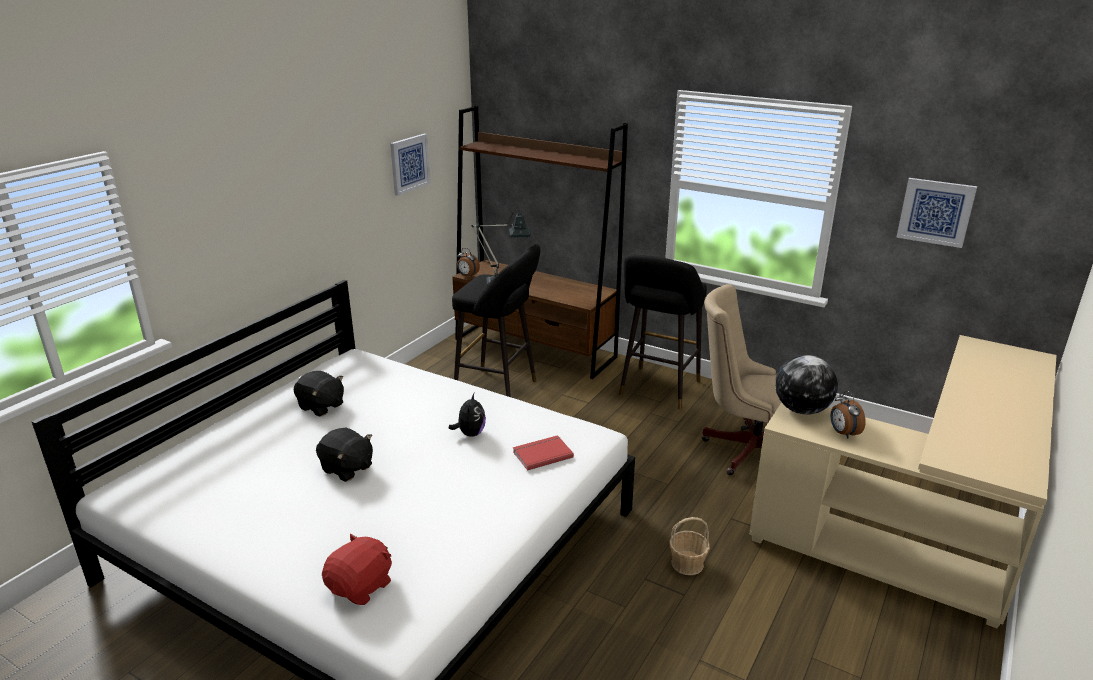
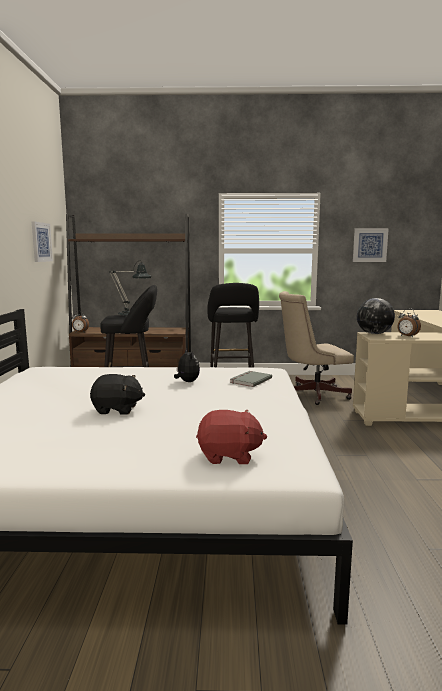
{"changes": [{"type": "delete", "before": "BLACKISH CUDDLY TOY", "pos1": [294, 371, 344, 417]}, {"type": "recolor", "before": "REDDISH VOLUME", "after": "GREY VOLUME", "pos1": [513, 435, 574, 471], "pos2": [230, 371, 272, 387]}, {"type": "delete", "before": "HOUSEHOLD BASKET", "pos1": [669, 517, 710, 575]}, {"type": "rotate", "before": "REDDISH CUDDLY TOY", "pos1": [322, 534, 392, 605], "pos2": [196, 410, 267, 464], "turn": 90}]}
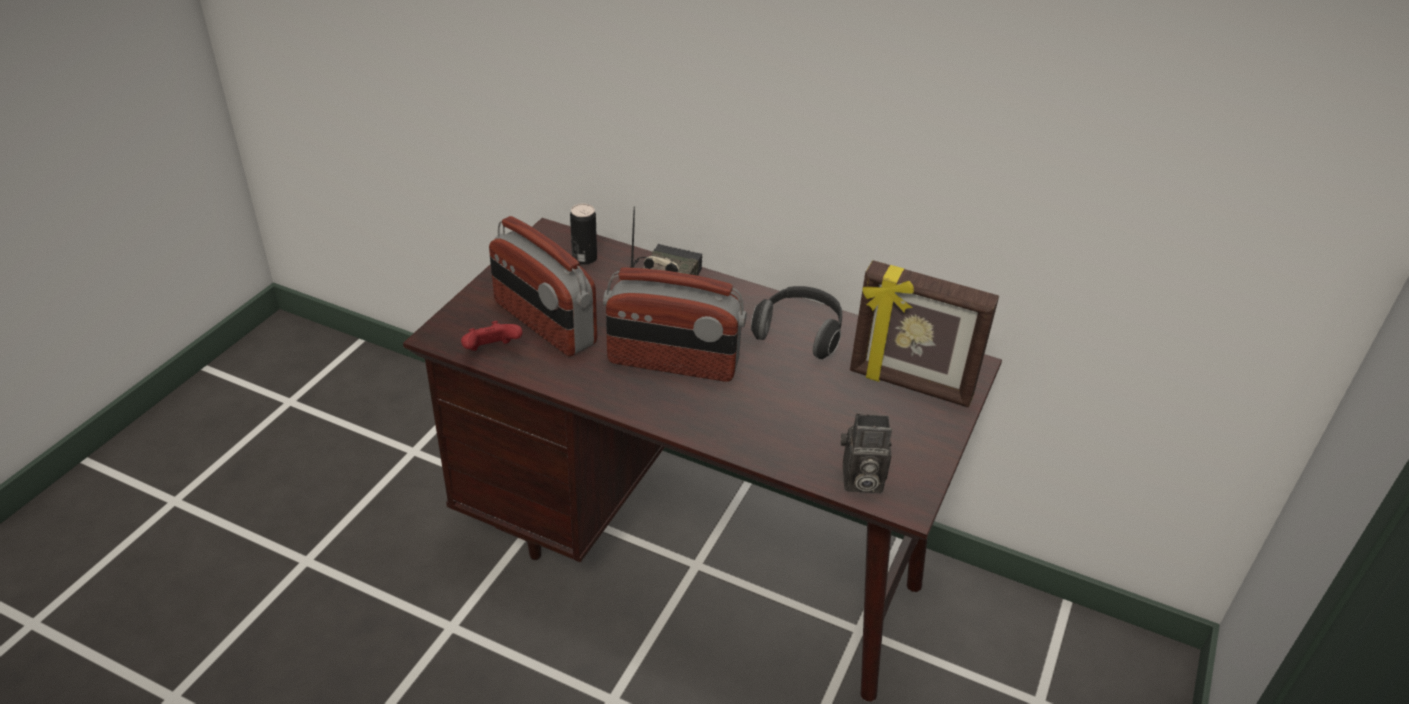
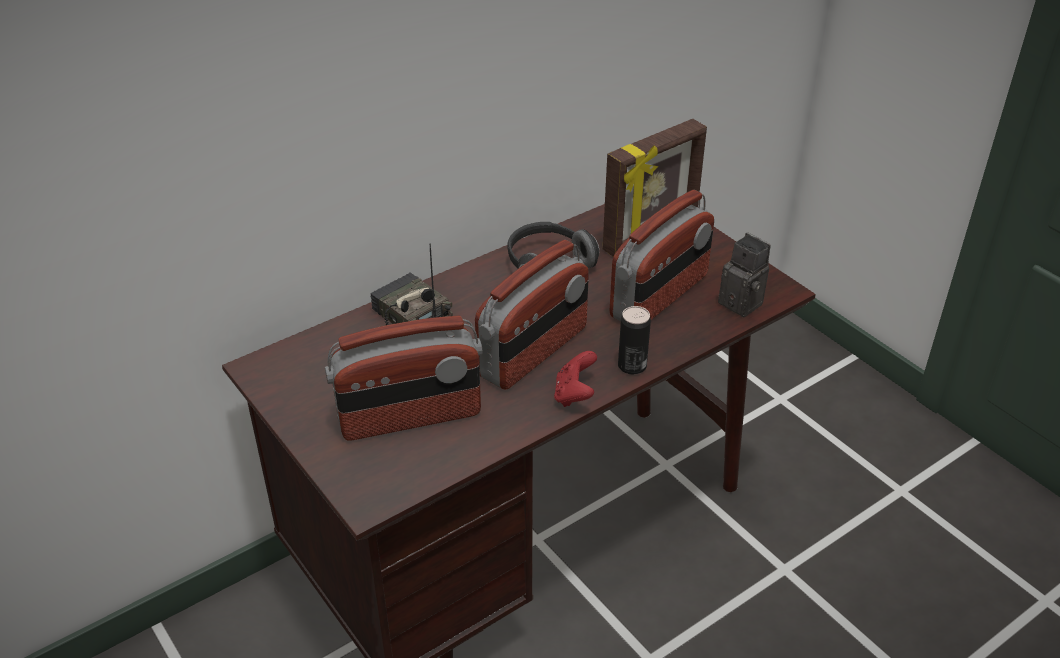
{"changes": [{"type": "move", "before": "METAL CAN", "pos1": [570, 203, 597, 265], "pos2": [618, 306, 651, 375]}, {"type": "move", "before": "REDDISH JOYPAD", "pos1": [461, 321, 523, 351], "pos2": [554, 351, 597, 407]}, {"type": "rotate", "before": "PHOTO CAMERA", "pos1": [841, 414, 892, 493], "pos2": [718, 232, 771, 317], "turn": -75}, {"type": "insert", "after": "RADIO RECEIVER", "pos2": [610, 190, 714, 322]}]}
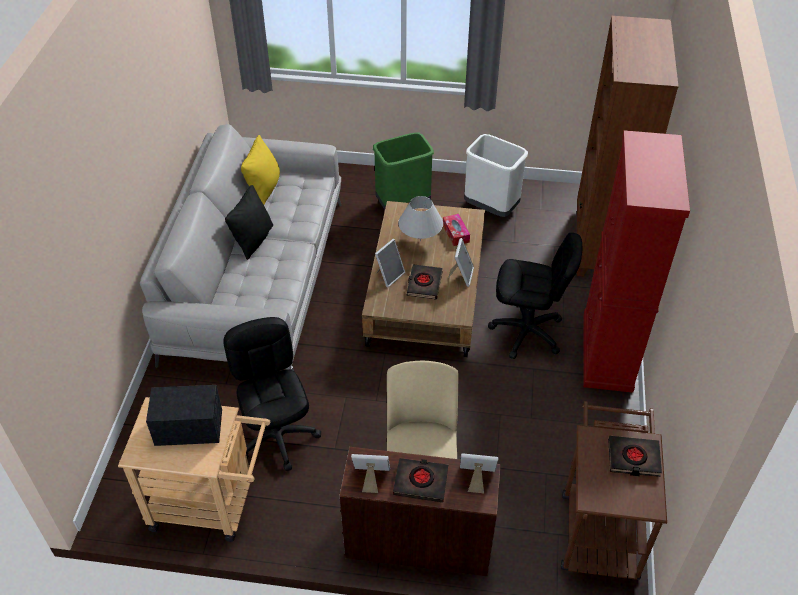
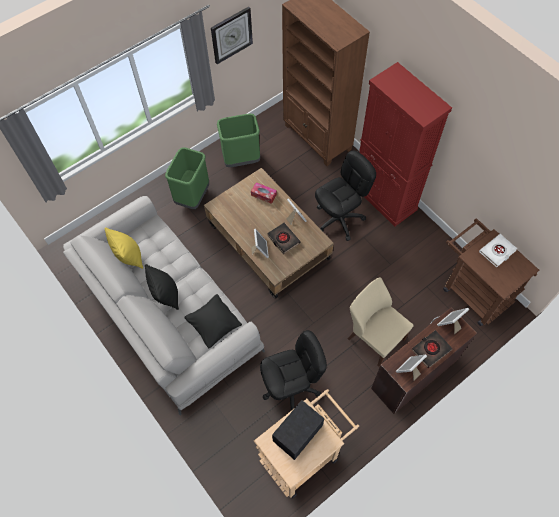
{"changes": [{"type": "recolor", "before": "WHITISH RUBBISH BIN", "after": "GREEN RUBBISH BIN", "pos1": [464, 134, 528, 217], "pos2": [217, 114, 260, 167]}, {"type": "delete", "before": "WHITISH TABLETOP LAMP", "pos1": [398, 196, 443, 241]}, {"type": "rotate", "before": "BLACKISH COMPUTER CHAIR", "pos1": [223, 317, 321, 471], "pos2": [260, 330, 327, 411], "turn": 135}, {"type": "recolor", "before": "BLACKISH VOLUME", "after": "WHITISH VOLUME", "pos1": [608, 436, 662, 477], "pos2": [479, 234, 517, 267]}, {"type": "insert", "after": "WALL CLOCK", "pos2": [211, 7, 253, 64]}, {"type": "insert", "after": "BLACKISH THROW PILLOW", "pos2": [184, 294, 242, 348]}]}
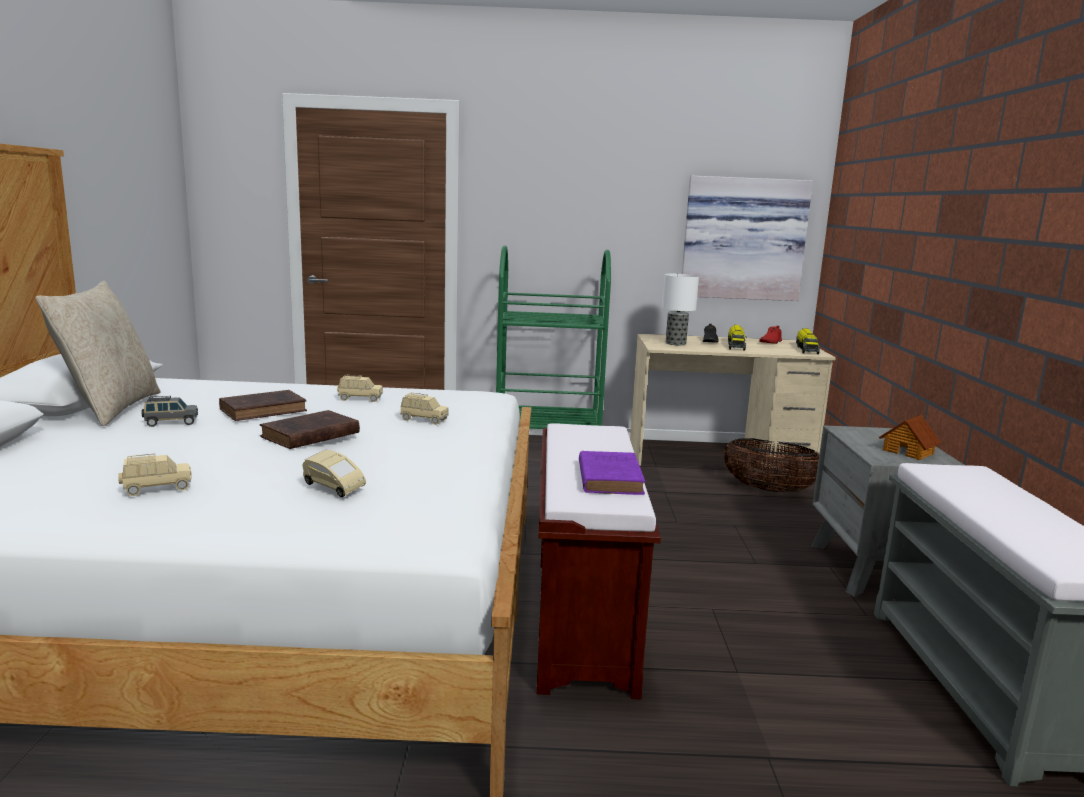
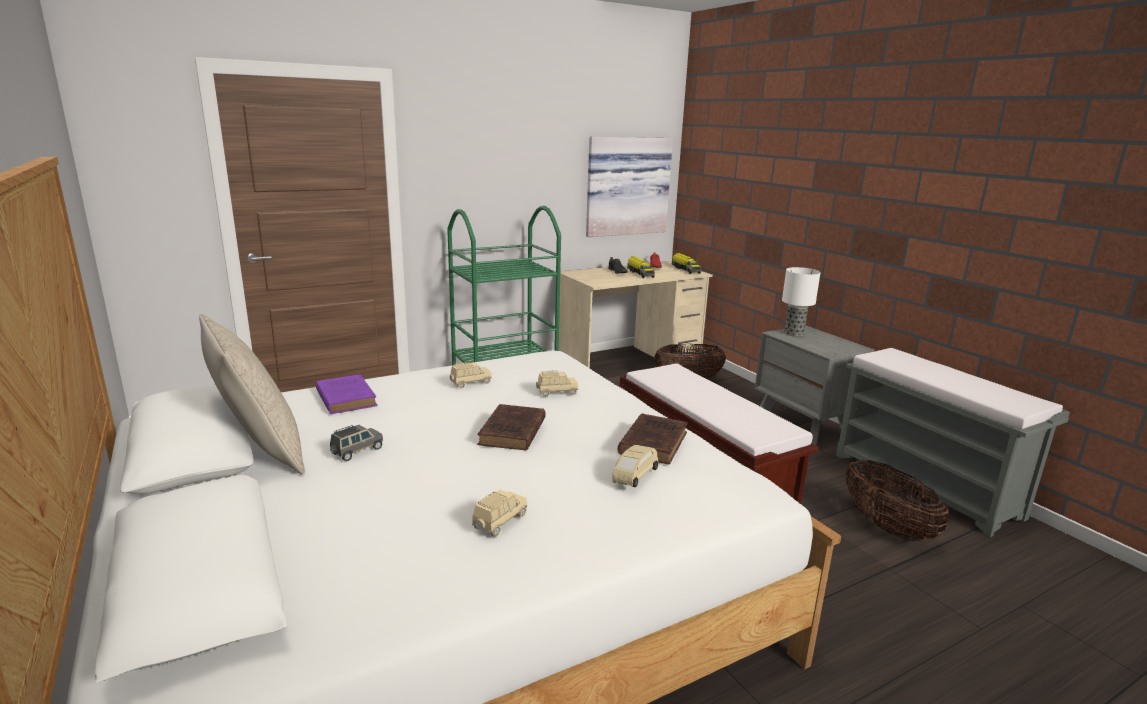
{"changes": [{"type": "move", "before": "TABLETOP LAMP", "pos1": [662, 274, 699, 345], "pos2": [782, 267, 821, 337]}, {"type": "move", "before": "BROWNISH VOLUME", "pos1": [219, 390, 307, 421], "pos2": [618, 413, 688, 464]}, {"type": "delete", "before": "MINIATURE HOUSE", "pos1": [879, 415, 941, 460]}, {"type": "rotate", "before": "SAND-COLOURED MODEL CAR", "pos1": [303, 450, 366, 497], "pos2": [612, 445, 658, 487], "turn": 120}, {"type": "move", "before": "PURPLE-COLOURED VOLUME", "pos1": [579, 451, 645, 495], "pos2": [316, 374, 377, 414]}, {"type": "insert", "after": "HOUSEHOLD BASKET", "pos2": [845, 460, 949, 541]}]}
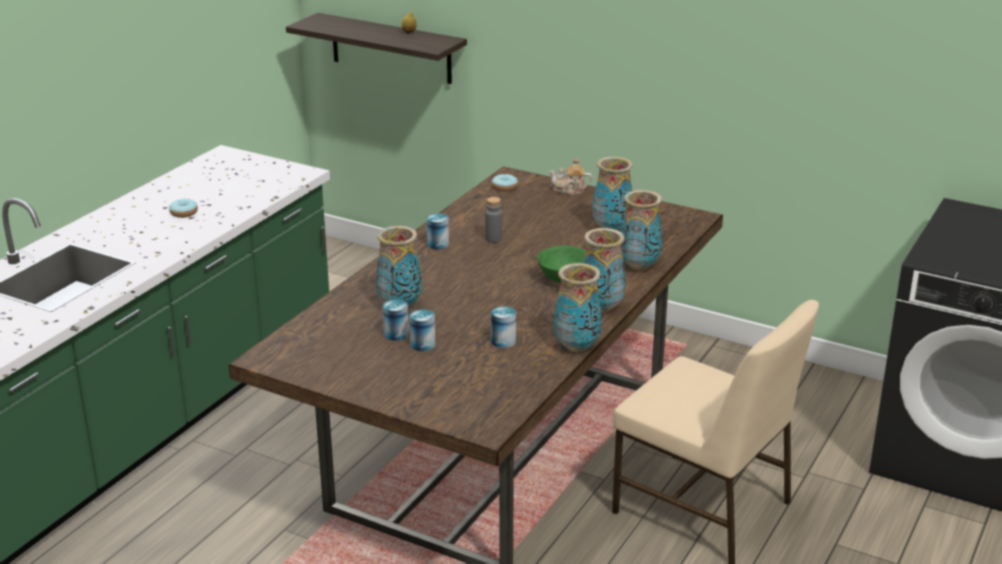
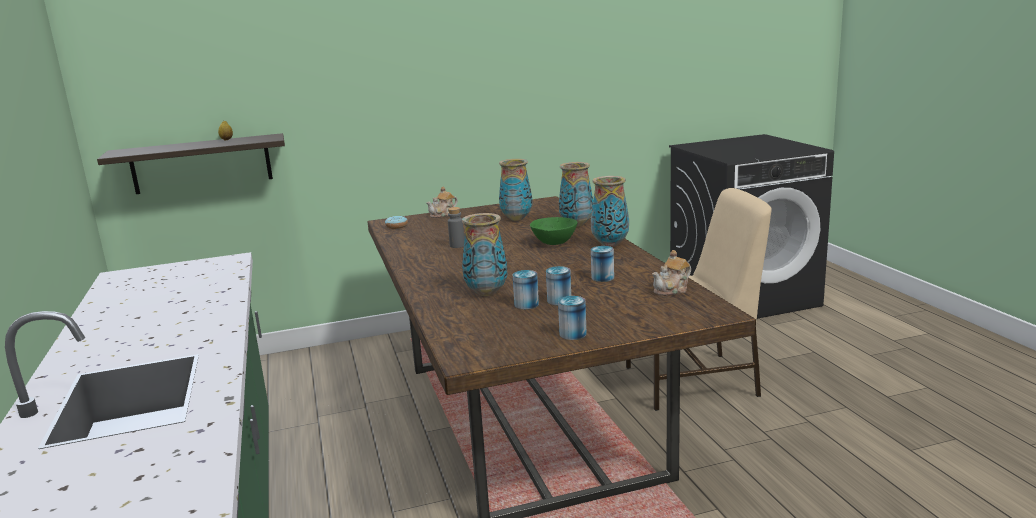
{"changes": [{"type": "delete", "before": "DONUT", "pos1": [169, 199, 198, 218]}, {"type": "move", "before": "METAL CAN", "pos1": [426, 213, 449, 250], "pos2": [558, 296, 587, 340]}, {"type": "delete", "before": "DECORATIVE VASE", "pos1": [554, 263, 602, 352]}, {"type": "insert", "after": "TEA POT", "pos2": [652, 250, 691, 296]}]}
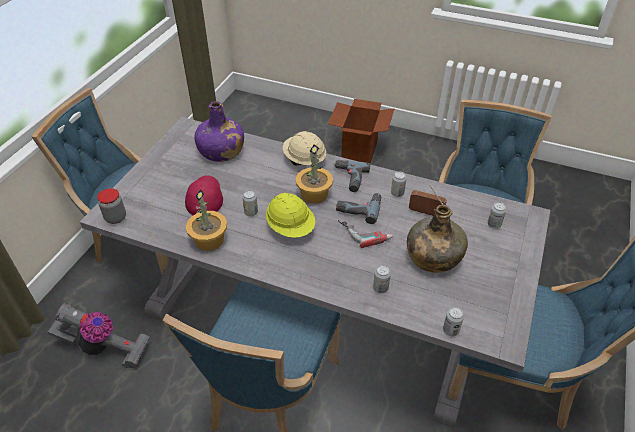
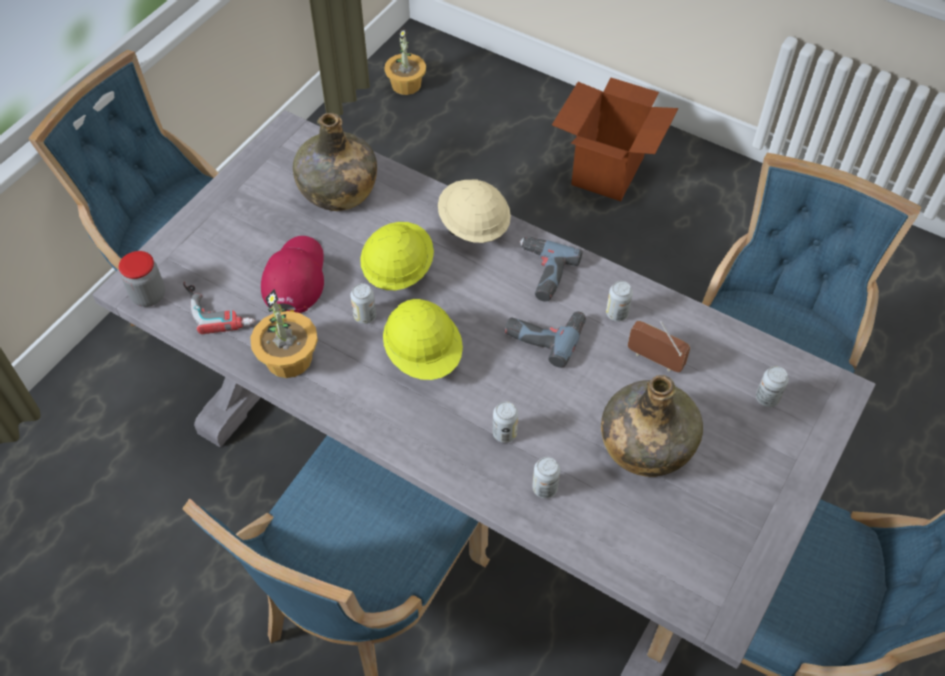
{"changes": [{"type": "recolor", "before": "PURPLE-COLOURED DRINK BOTTLE", "after": "GREEN DRINK BOTTLE", "pos1": [195, 101, 244, 162], "pos2": [293, 113, 377, 211]}, {"type": "move", "before": "PLANT IN A POT", "pos1": [296, 144, 333, 204], "pos2": [384, 28, 426, 95]}, {"type": "move", "before": "POWER DRILL", "pos1": [338, 220, 393, 248], "pos2": [183, 282, 255, 334]}, {"type": "delete", "before": "HOOVER", "pos1": [47, 303, 150, 369]}, {"type": "move", "before": "METAL CAN", "pos1": [443, 307, 464, 336], "pos2": [493, 401, 518, 443]}, {"type": "insert", "after": "YELLOW SAFETY HELMET", "pos2": [360, 222, 434, 290]}]}
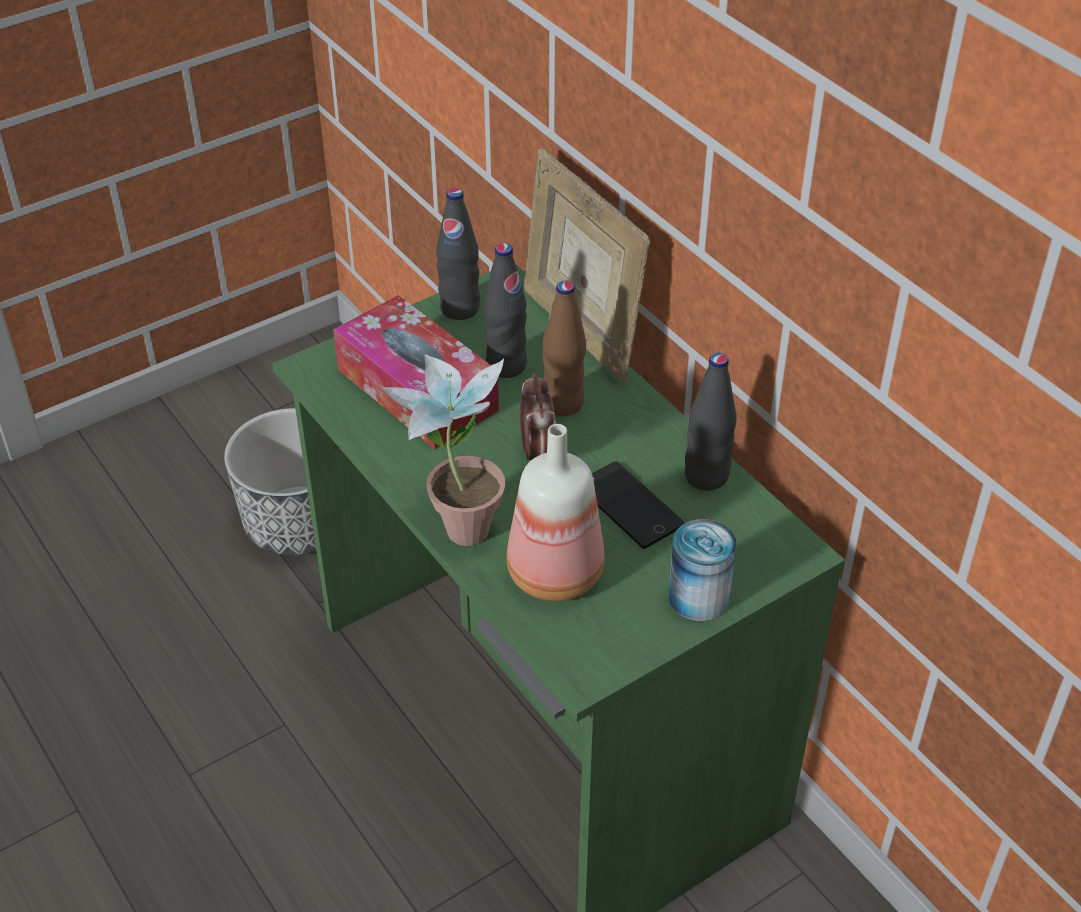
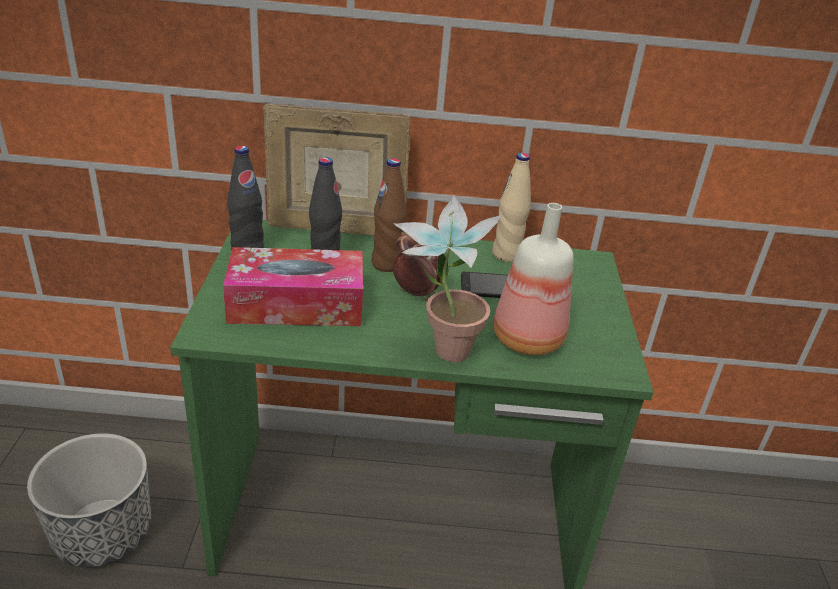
{"changes": [{"type": "recolor", "before": "BLACKISH DRINK BOTTLE", "after": "SAND-COLOURED DRINK BOTTLE", "pos1": [685, 353, 737, 491], "pos2": [492, 153, 531, 262]}, {"type": "delete", "before": "METAL CAN", "pos1": [668, 519, 737, 621]}]}
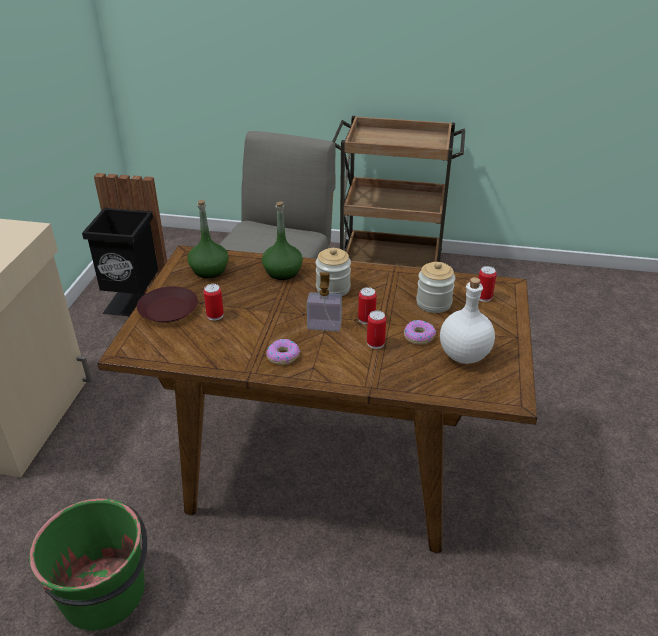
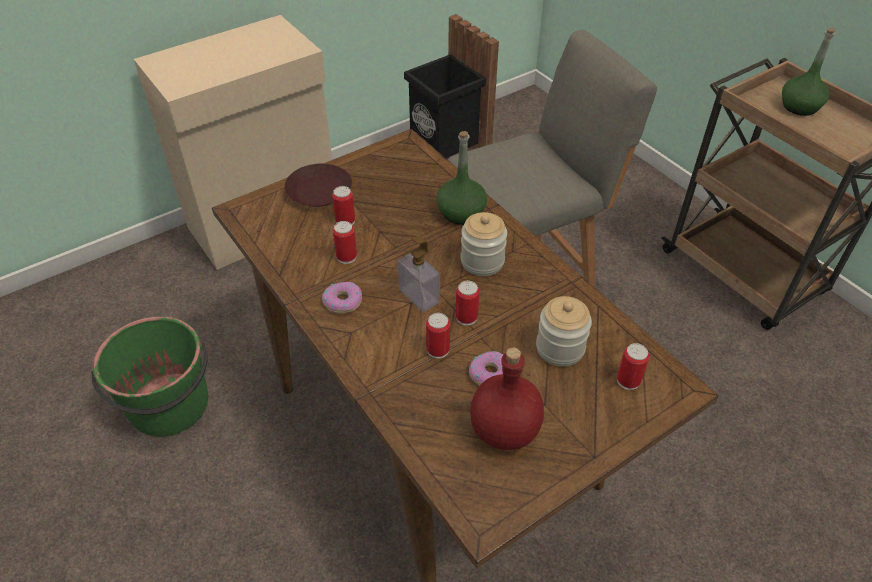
{"changes": [{"type": "move", "before": "GREEN DRINK BOTTLE", "pos1": [187, 200, 229, 278], "pos2": [782, 28, 835, 116]}, {"type": "recolor", "before": "WHITISH DRINK BOTTLE", "after": "REDDISH DRINK BOTTLE", "pos1": [440, 277, 495, 364], "pos2": [470, 347, 544, 450]}, {"type": "insert", "after": "METAL CAN", "pos2": [333, 221, 357, 264]}]}
